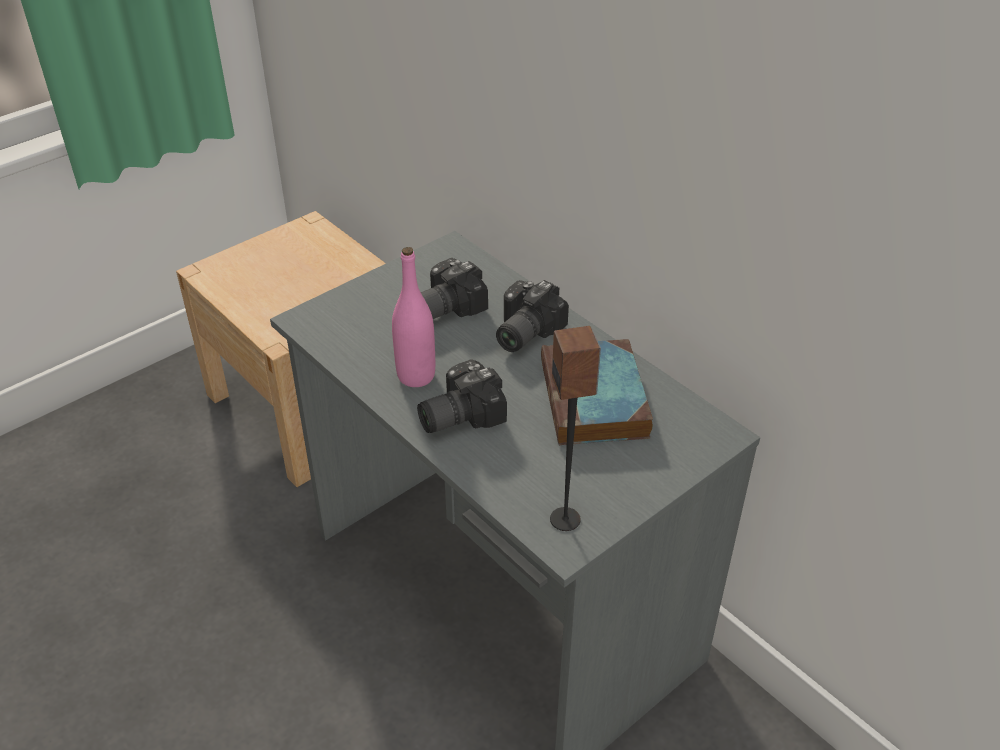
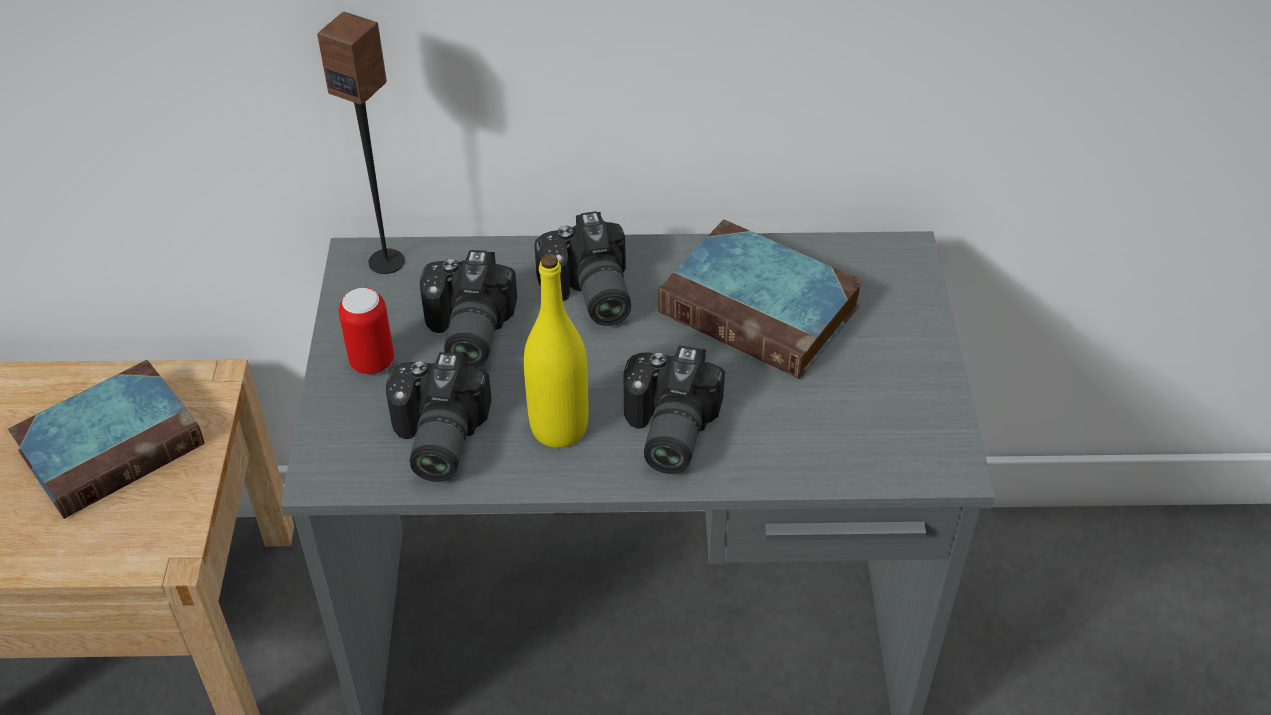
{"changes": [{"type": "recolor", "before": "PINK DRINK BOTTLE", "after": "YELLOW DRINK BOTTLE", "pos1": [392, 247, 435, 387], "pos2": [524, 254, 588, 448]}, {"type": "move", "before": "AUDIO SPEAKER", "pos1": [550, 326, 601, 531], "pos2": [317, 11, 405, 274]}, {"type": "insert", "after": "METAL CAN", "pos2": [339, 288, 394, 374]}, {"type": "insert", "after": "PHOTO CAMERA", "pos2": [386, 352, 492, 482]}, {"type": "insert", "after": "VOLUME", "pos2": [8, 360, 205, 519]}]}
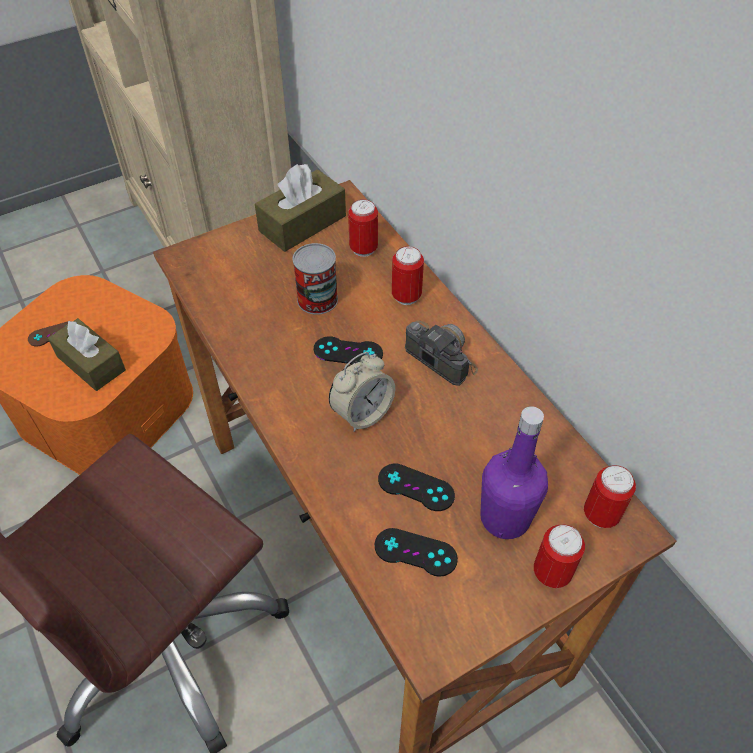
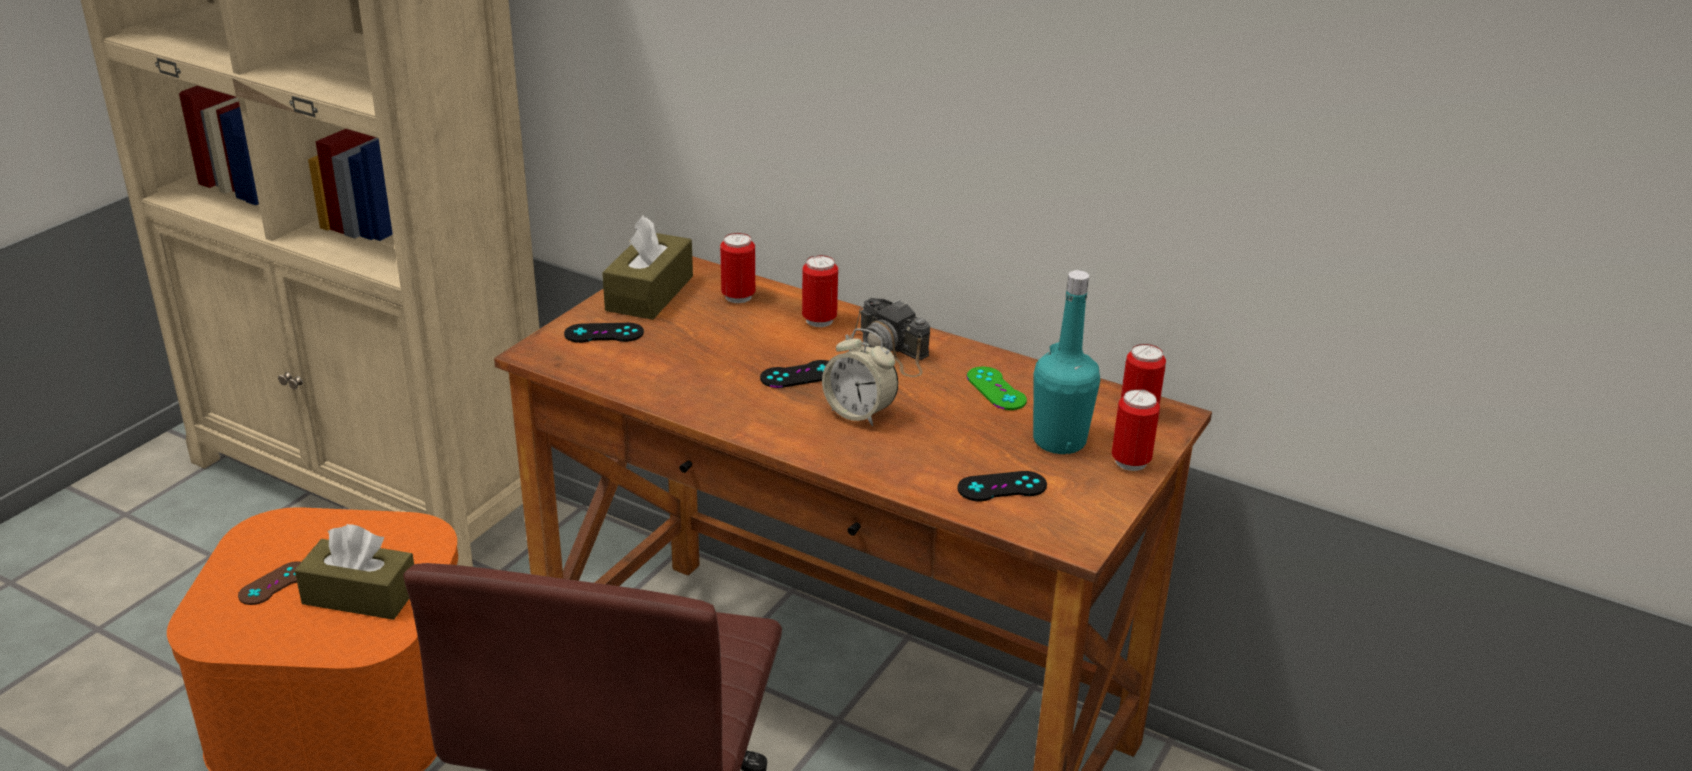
{"changes": [{"type": "delete", "before": "METAL CAN", "pos1": [293, 243, 338, 315]}, {"type": "rotate", "before": "PHOTO CAMERA", "pos1": [405, 321, 478, 386], "pos2": [849, 298, 930, 377], "turn": -150}, {"type": "rotate", "before": "TABLE CLOCK", "pos1": [329, 352, 395, 432], "pos2": [822, 329, 898, 426], "turn": 105}, {"type": "recolor", "before": "PURPLE-COLOURED DRINK BOTTLE", "after": "TURQUOISE-COLOURED DRINK BOTTLE", "pos1": [480, 406, 548, 539], "pos2": [1033, 270, 1100, 454]}, {"type": "move", "before": "BLACKISH JOYPAD", "pos1": [378, 464, 455, 511], "pos2": [564, 323, 644, 343]}, {"type": "insert", "after": "GREEN JOYPAD", "pos2": [967, 367, 1027, 410]}]}
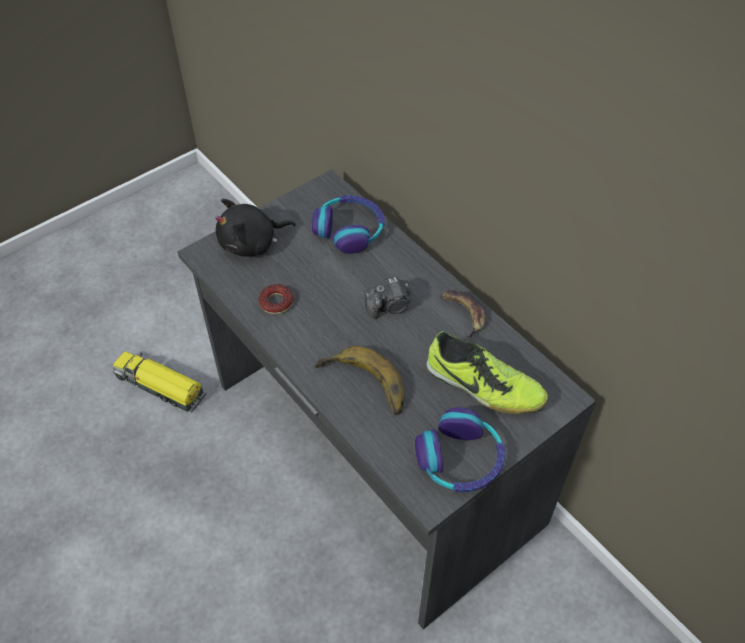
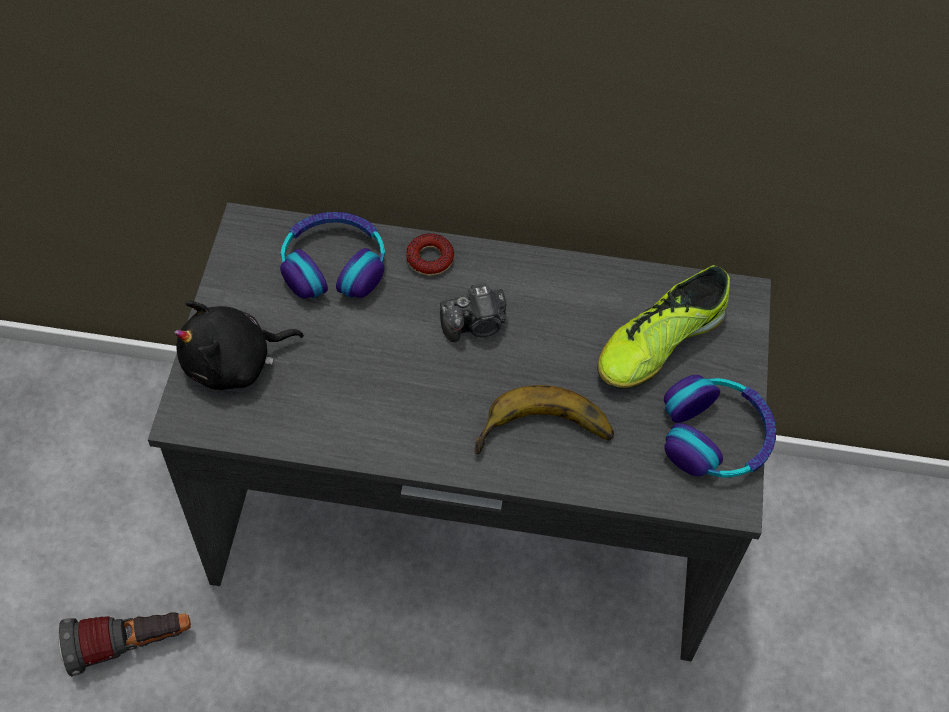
{"changes": [{"type": "rotate", "before": "BLACKISH CUDDLY TOY", "pos1": [215, 199, 296, 257], "pos2": [174, 300, 304, 390], "turn": 45}, {"type": "rotate", "before": "PHOTO CAMERA", "pos1": [364, 275, 411, 319], "pos2": [440, 283, 506, 342], "turn": 45}, {"type": "move", "before": "DONUT", "pos1": [259, 284, 294, 314], "pos2": [406, 233, 454, 276]}, {"type": "delete", "before": "BANANA FRUIT", "pos1": [440, 290, 486, 340]}, {"type": "rotate", "before": "SHOE", "pos1": [427, 331, 548, 414], "pos2": [597, 265, 730, 389], "turn": 150}, {"type": "replace", "before": "TOY LORRY", "after": "HAND TORCH", "pos1": [113, 351, 206, 413], "pos2": [58, 612, 191, 677]}]}
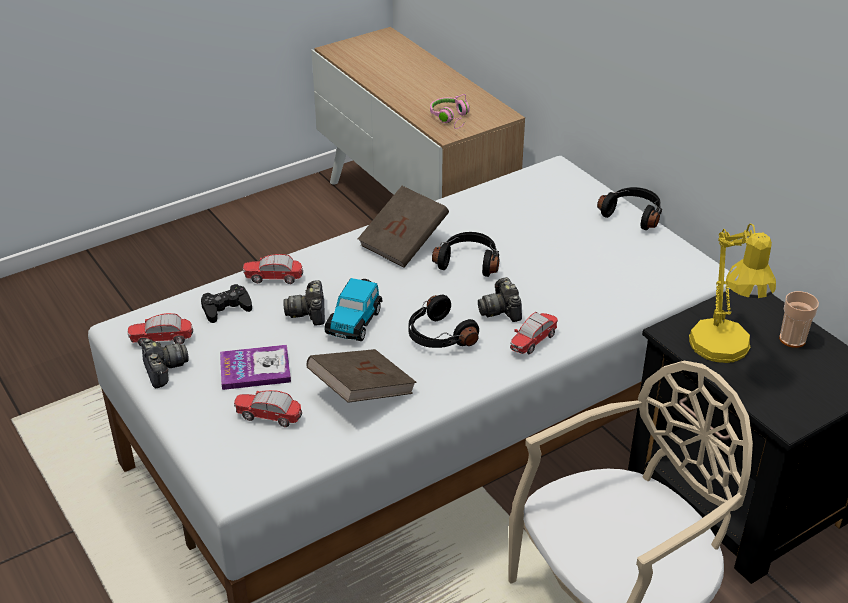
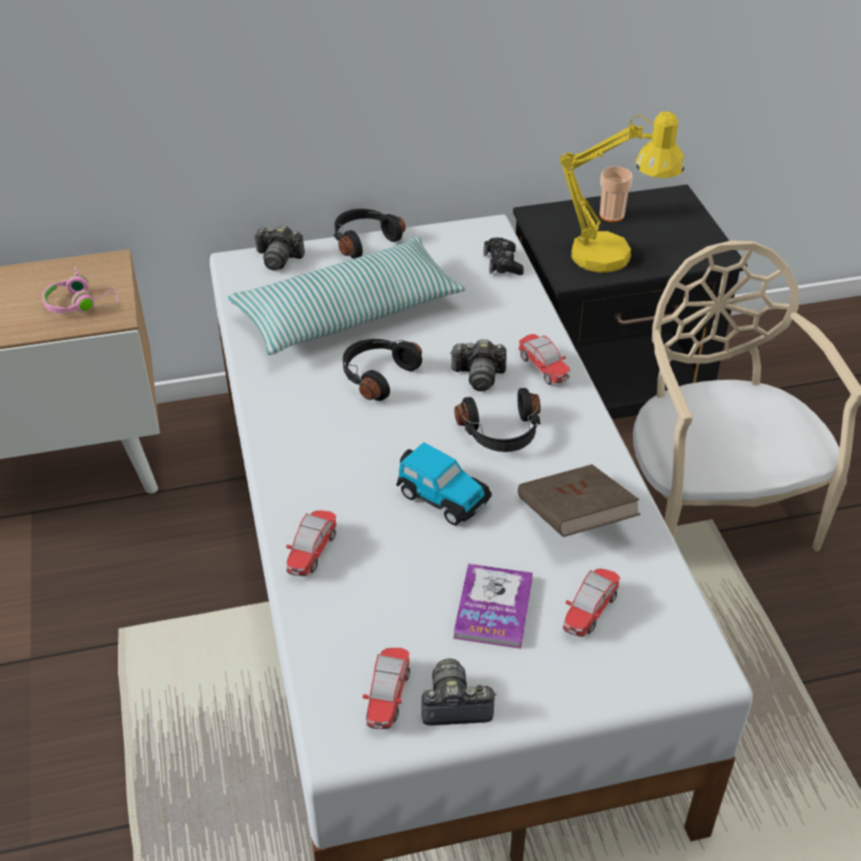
{"changes": [{"type": "delete", "before": "BROWNISH VOLUME", "pos1": [358, 186, 449, 268]}, {"type": "move", "before": "PHOTO CAMERA", "pos1": [283, 280, 325, 325], "pos2": [254, 225, 305, 271]}, {"type": "move", "before": "BLACKISH JOYPAD", "pos1": [201, 284, 252, 323], "pos2": [484, 238, 524, 275]}, {"type": "insert", "after": "THROW PILLOW", "pos2": [228, 237, 466, 355]}]}
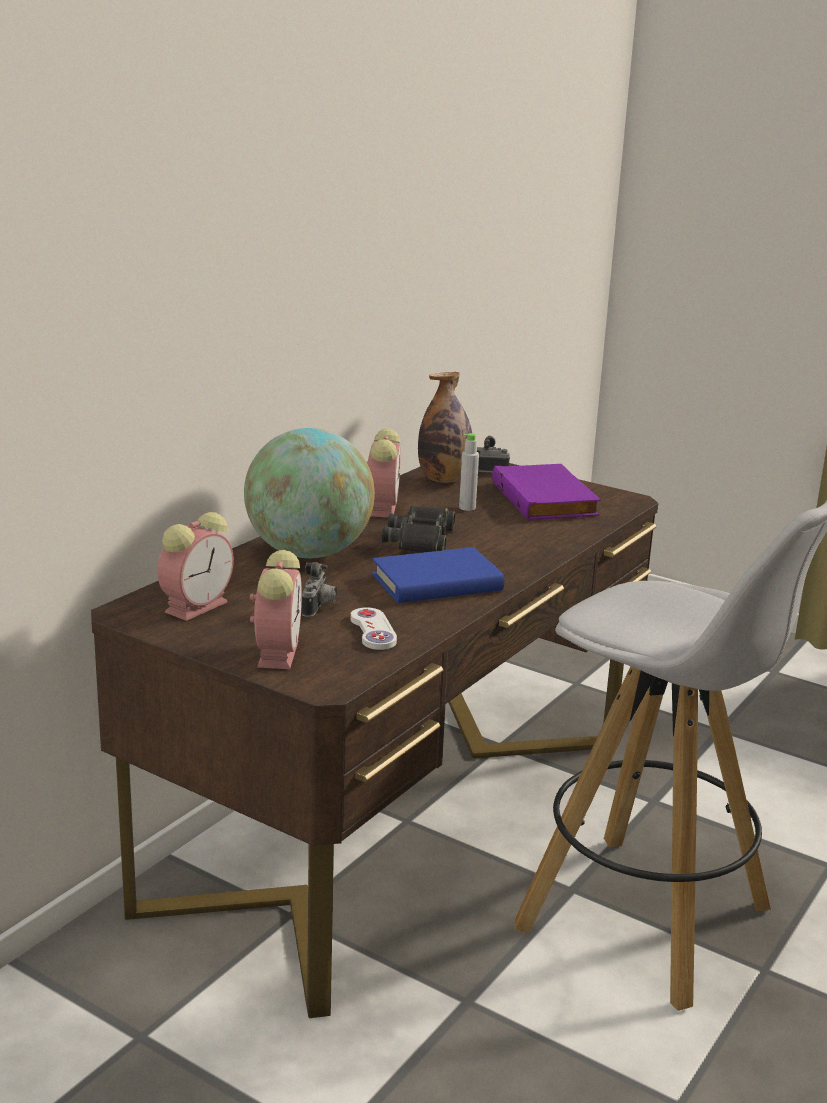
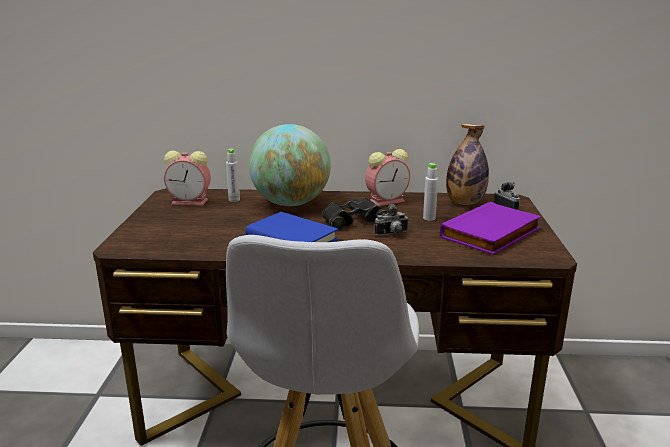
{"changes": [{"type": "delete", "before": "TABLE CLOCK", "pos1": [250, 550, 302, 669]}, {"type": "move", "before": "PHOTO CAMERA", "pos1": [302, 562, 337, 617], "pos2": [375, 204, 409, 236]}, {"type": "delete", "before": "WHITISH JOYPAD", "pos1": [350, 607, 397, 650]}, {"type": "insert", "after": "GREY DRINK BOTTLE", "pos2": [226, 149, 240, 202]}]}
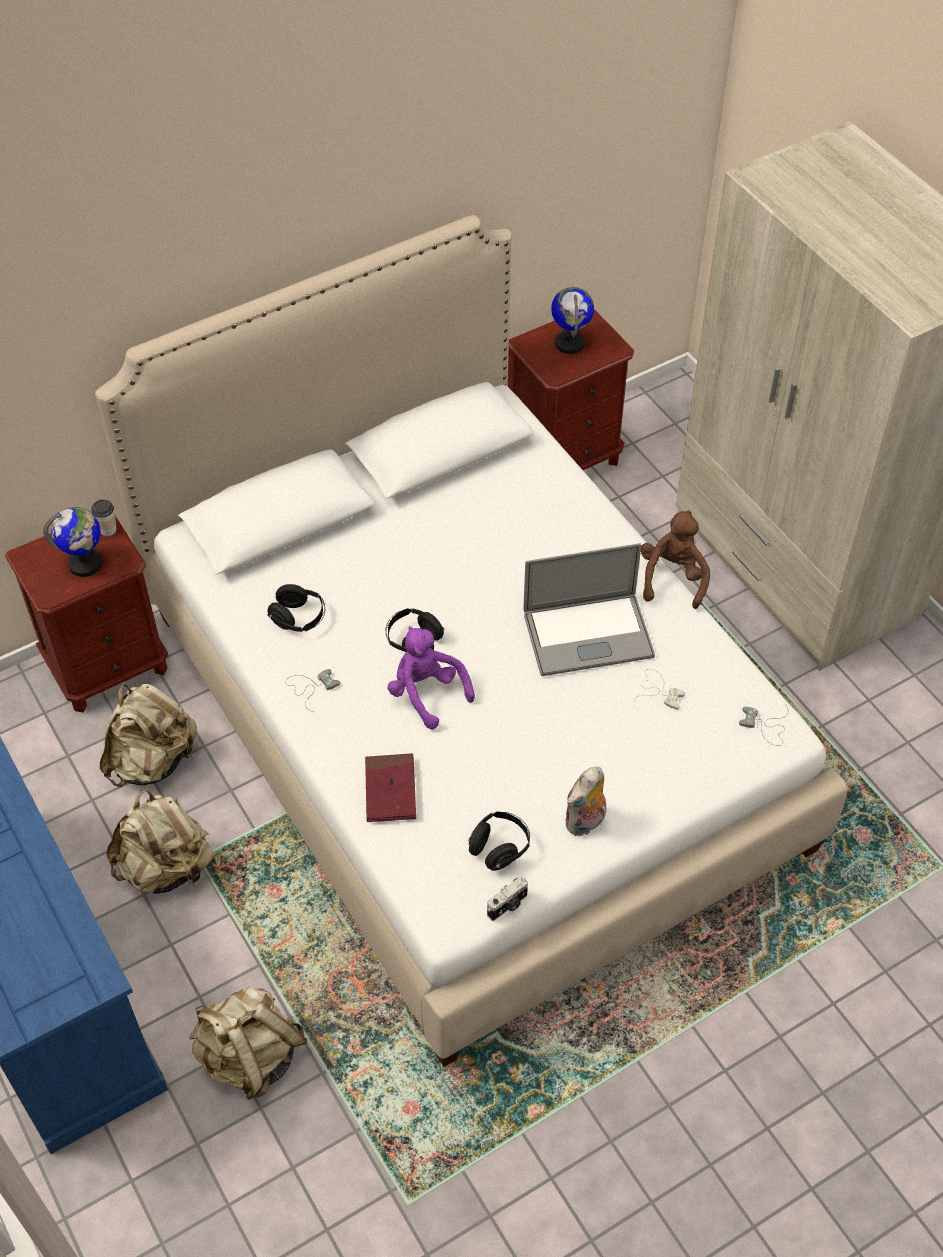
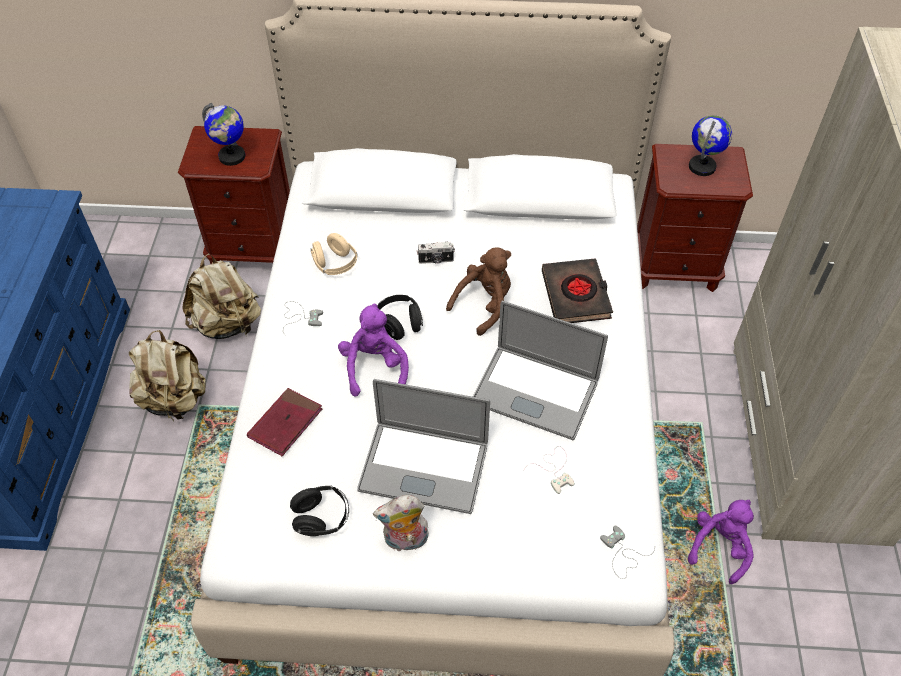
{"changes": [{"type": "delete", "before": "DRINKING CUP", "pos1": [91, 499, 117, 536]}, {"type": "move", "before": "BROWNISH CUDDLY TOY", "pos1": [641, 510, 710, 609], "pos2": [446, 247, 511, 336]}, {"type": "recolor", "before": "BLACKISH PAIR OF HEADPHONES", "after": "SAND-COLOURED PAIR OF HEADPHONES", "pos1": [267, 584, 325, 632], "pos2": [311, 233, 358, 275]}, {"type": "move", "before": "PHOTO CAMERA", "pos1": [487, 876, 528, 921], "pos2": [417, 242, 455, 264]}, {"type": "delete", "before": "SAND-COLOURED KNAPSACK", "pos1": [189, 987, 307, 1100]}, {"type": "insert", "after": "BLACKISH VOLUME", "pos2": [542, 258, 613, 323]}, {"type": "insert", "after": "LAPTOP", "pos2": [357, 379, 490, 514]}, {"type": "insert", "after": "PURPLE-COLOURED CUDDLY TOY", "pos2": [688, 500, 754, 584]}]}
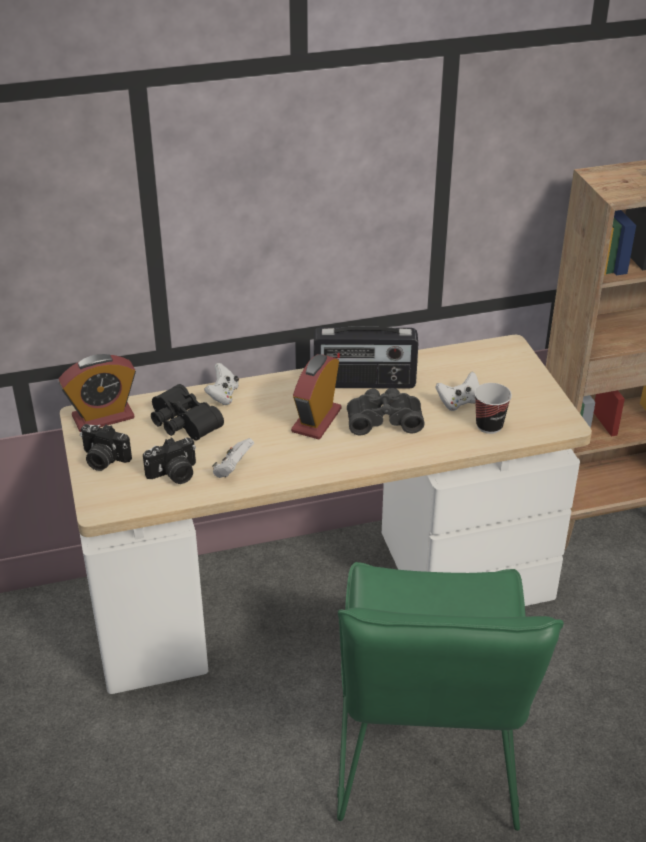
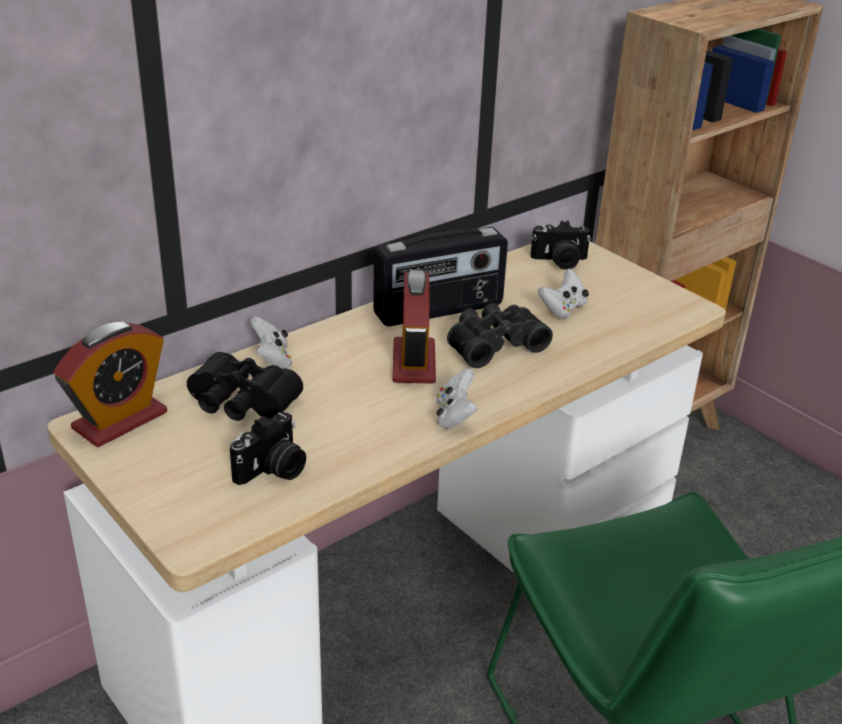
{"changes": [{"type": "delete", "before": "DRINKING CUP", "pos1": [474, 383, 512, 434]}, {"type": "move", "before": "PHOTO CAMERA", "pos1": [80, 424, 132, 471], "pos2": [530, 220, 591, 270]}, {"type": "move", "before": "WHITISH JOYPAD", "pos1": [212, 438, 254, 478], "pos2": [436, 369, 477, 429]}]}
